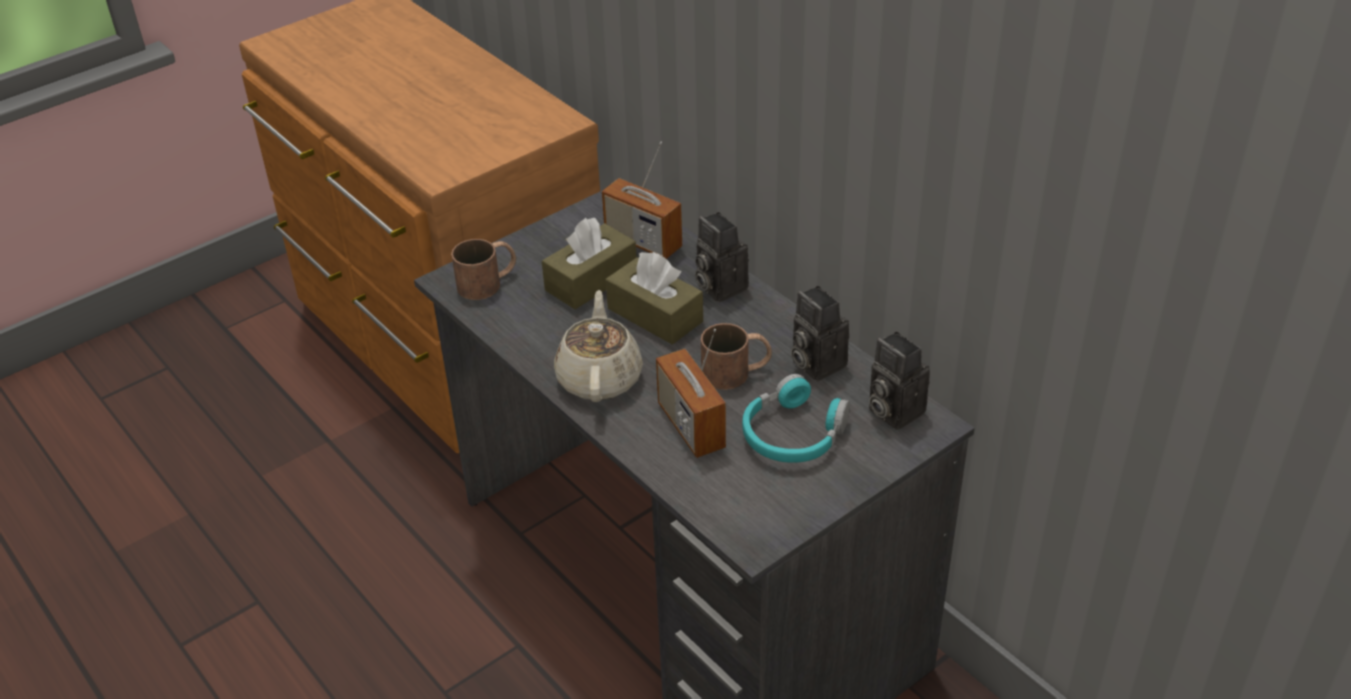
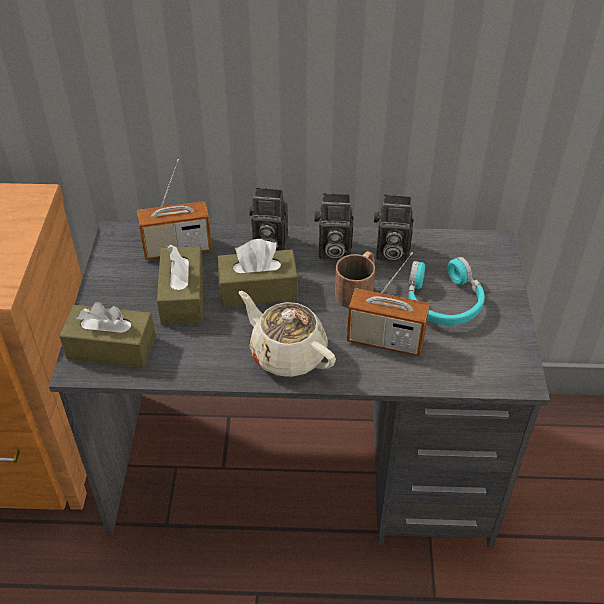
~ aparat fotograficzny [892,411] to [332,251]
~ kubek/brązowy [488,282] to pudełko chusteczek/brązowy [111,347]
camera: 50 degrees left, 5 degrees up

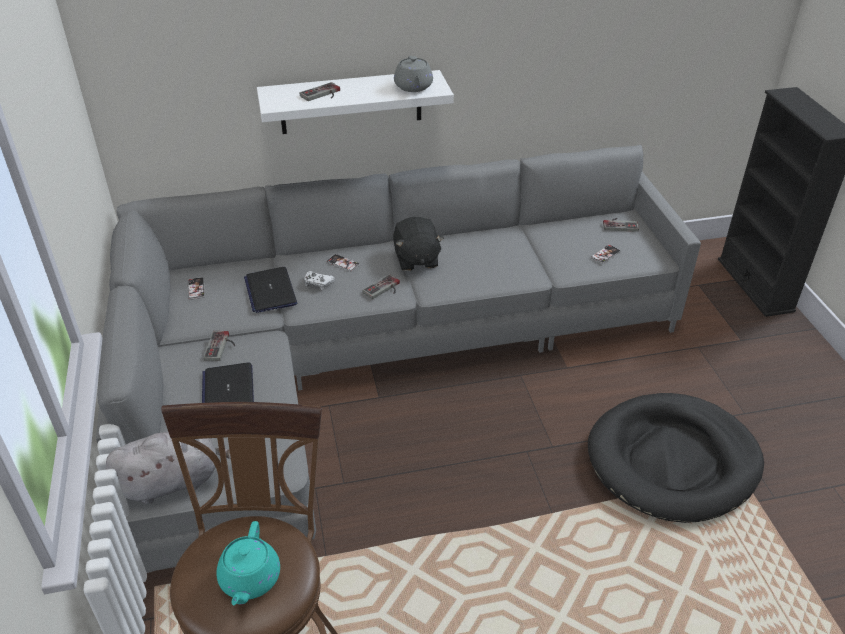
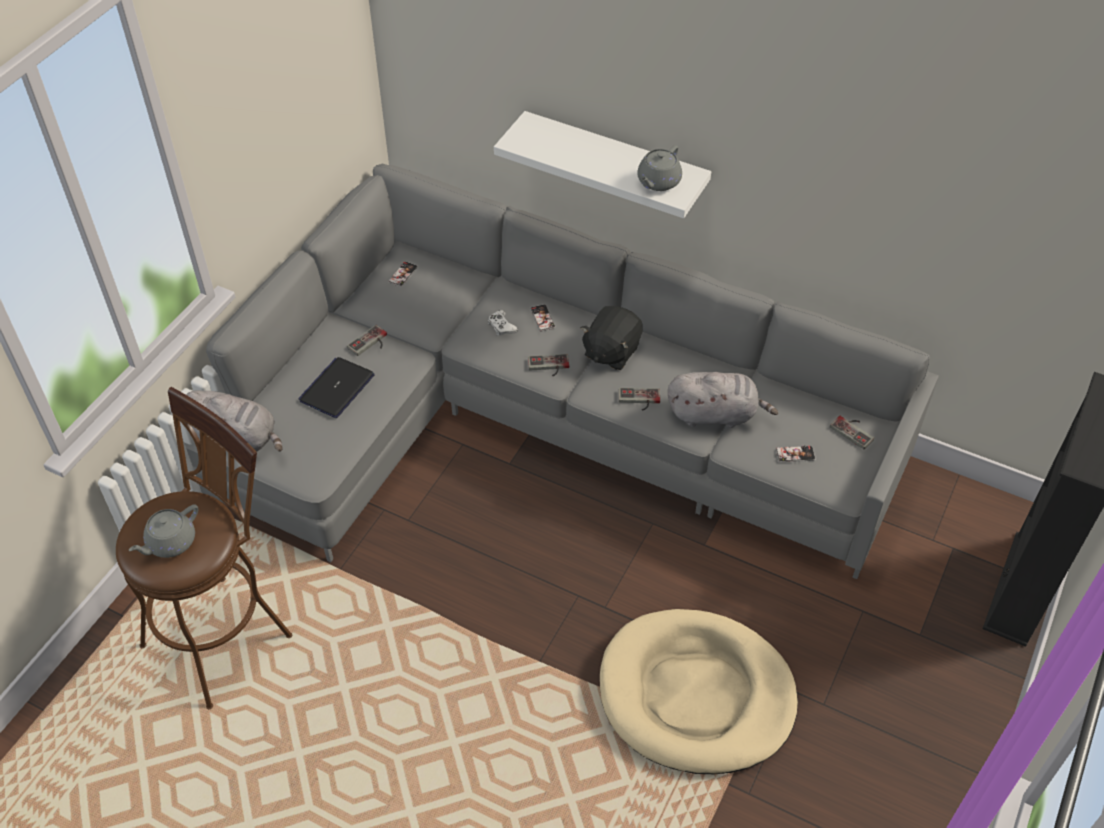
- laptop [270,291]
+ pluszak/szary [715,414]
~ pad do gier [322,95] to [639,400]
~ imbryk/turkusowy [249,580] to imbryk/szary [170,542]
~ legowisko/czarny [673,461] to legowisko/beżowy [696,695]
camera: 40 degrees right, 10 degrees up

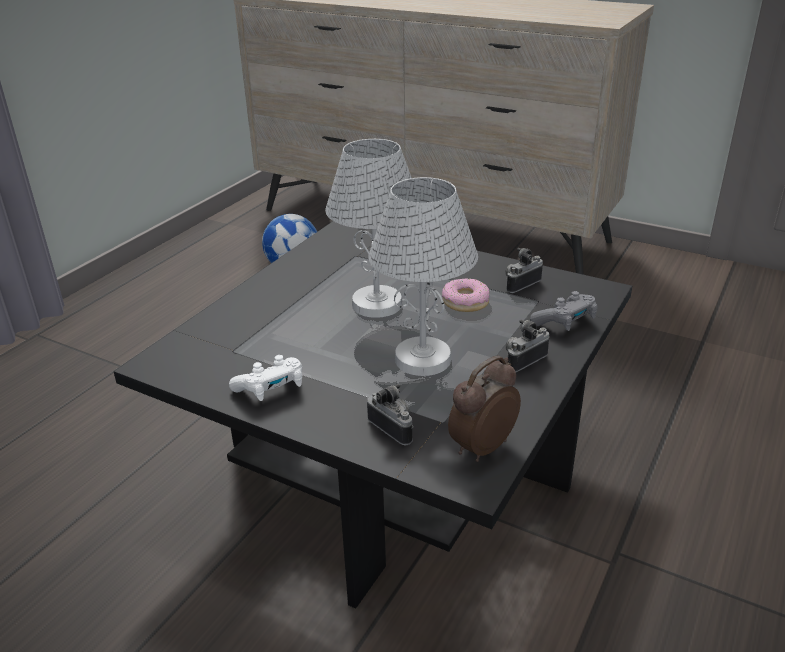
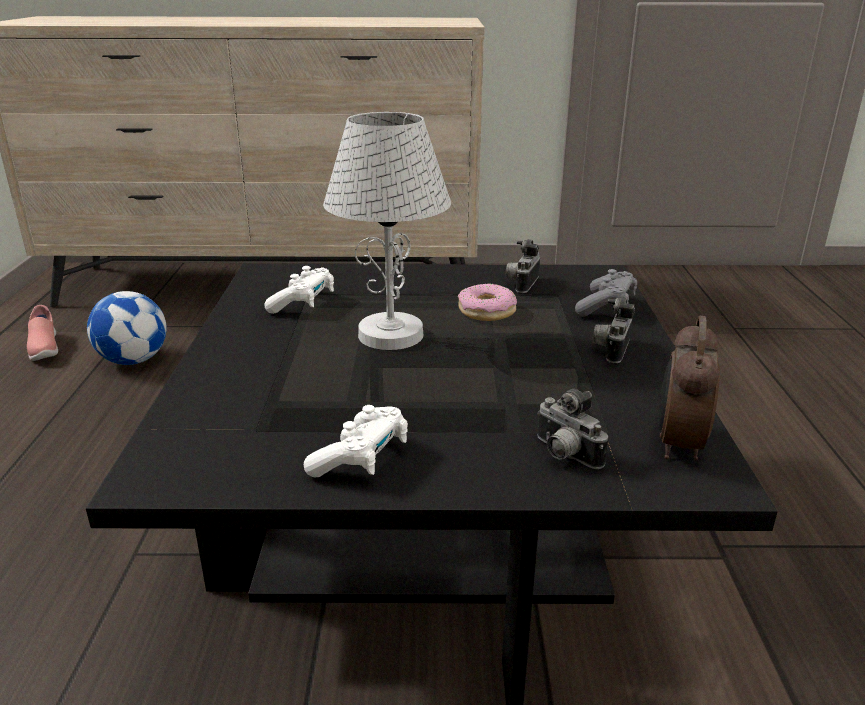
- lampa stołowa/biały [421,359]
+ but/różowy [44,349]
+ pad do gier/biały [303,303]
~ aparat fotograficzny [394,428] = [564,455] 150 degrees counterclockwise
camera: 30 degrees left, 5 degrees down

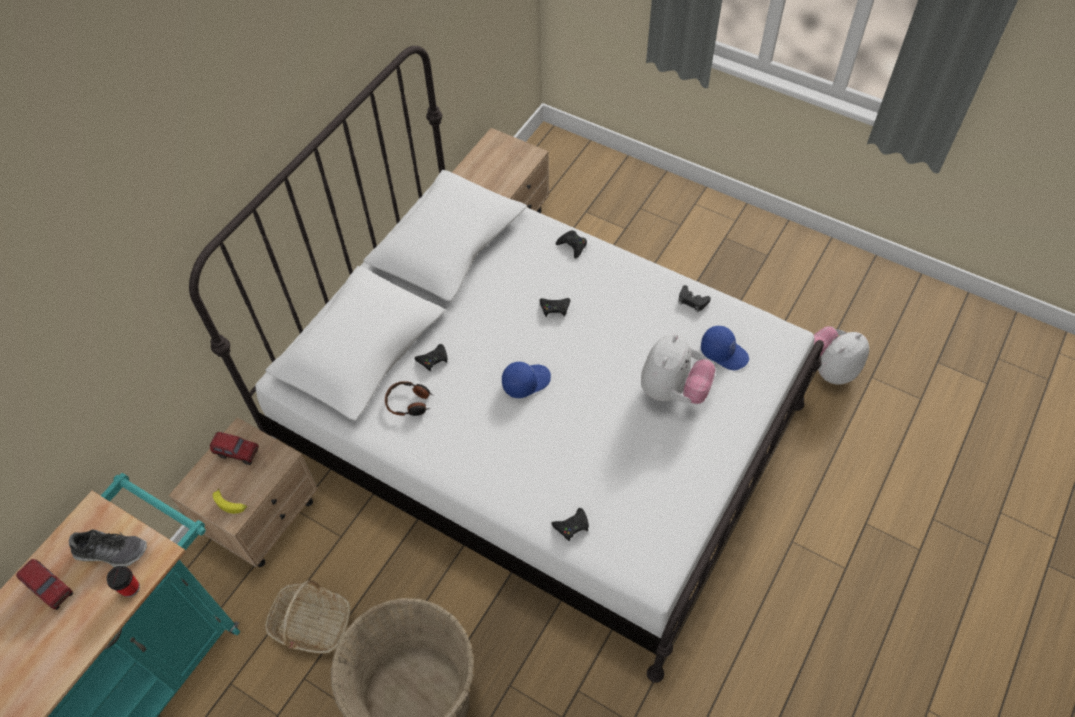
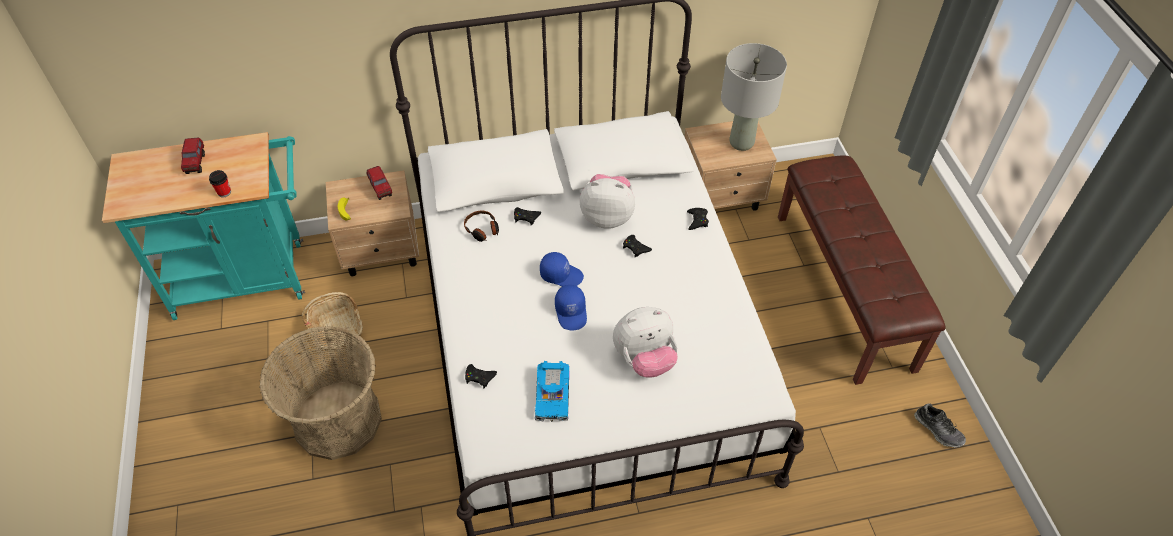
- pad do gier/czarny [692,301]
+ samochodzik [553,394]
+ lampa stołowa/szary [741,142]
+ ławka/brązowy [844,290]
~ but [112,551] to [938,430]
~ czapka z daszkiem/niebieski [724,352] to [572,312]
~ pluszak [830,368] to [607,216]
camera: 45 degrees right, 5 degrees down

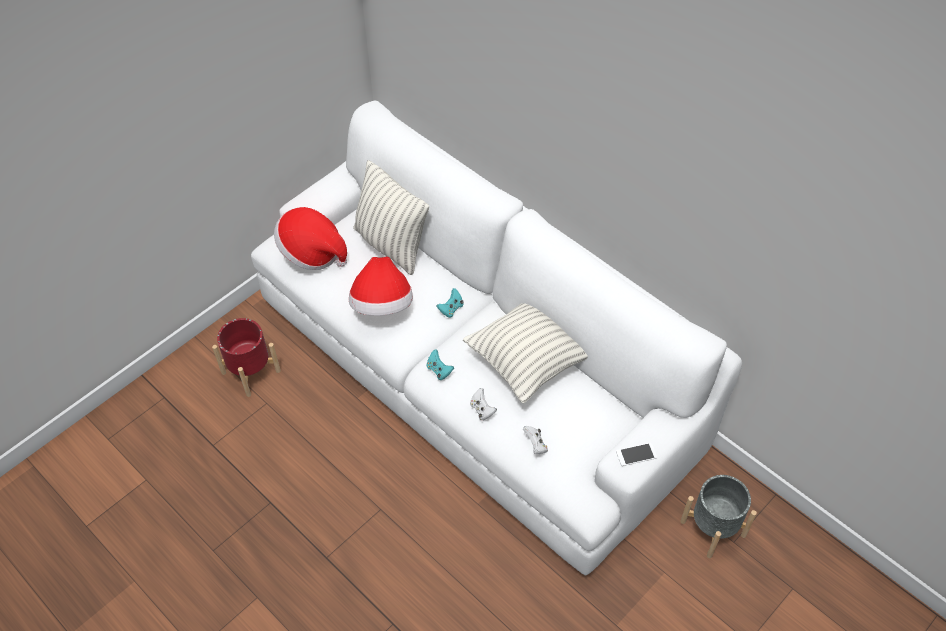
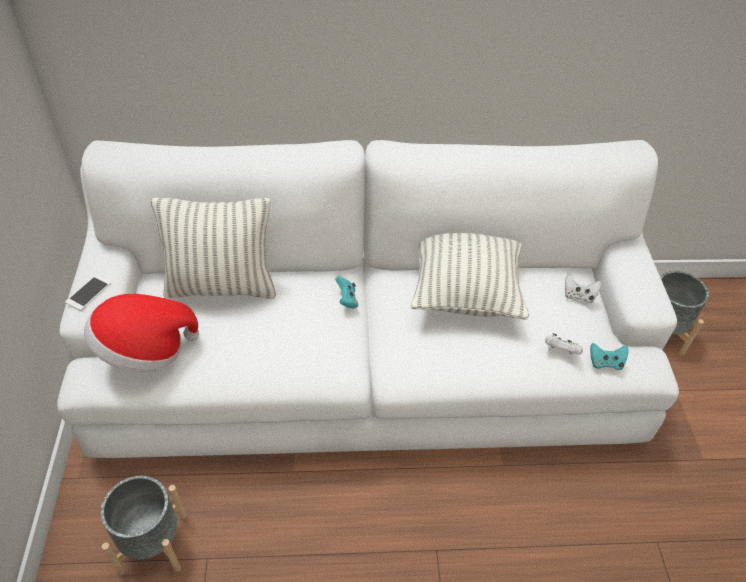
- kapelusz [382,305]
~ pad do gier/turkusowy [439,370] to [605,363]
~ pad do gier/biały [482,410] to [579,296]
~ telefon [636,454] to [88,292]
~ donica/czerwony [251,372] to donica/szary [153,543]
camera: 50 degrees left, 5 degrees down

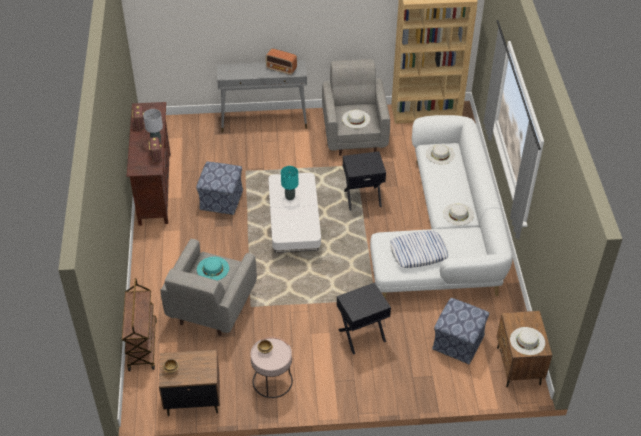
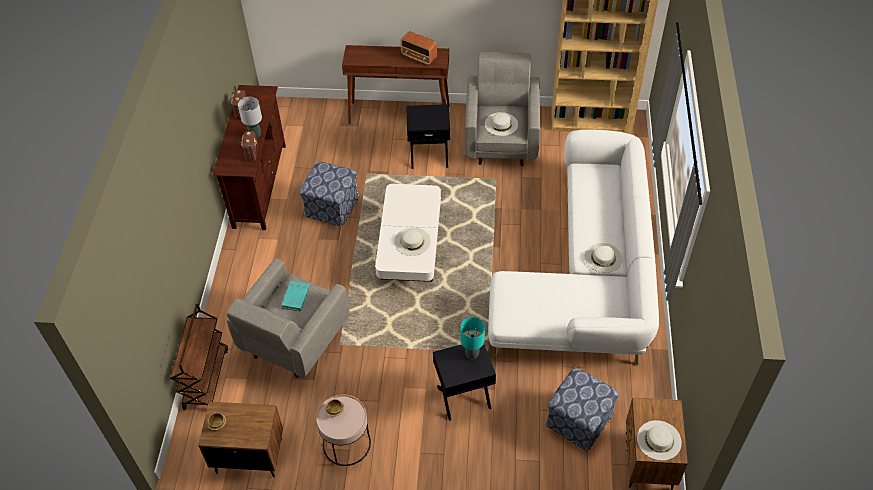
- poduszka [418,252]
~ lampa stołowa/turkusowy [290,197] to [472,354]
~ stolik/czarny [362,198] to [429,155]
~ kapelusz/biały [440,154] to [412,241]
~ kapelusz/turkusowy [213,269] to książka/turkusowy [296,297]
~ stolik konsolowy/szary [264,121] to stolik konsolowy/brązowy [400,115]
camera: 10 degrees right, 5 degrees up

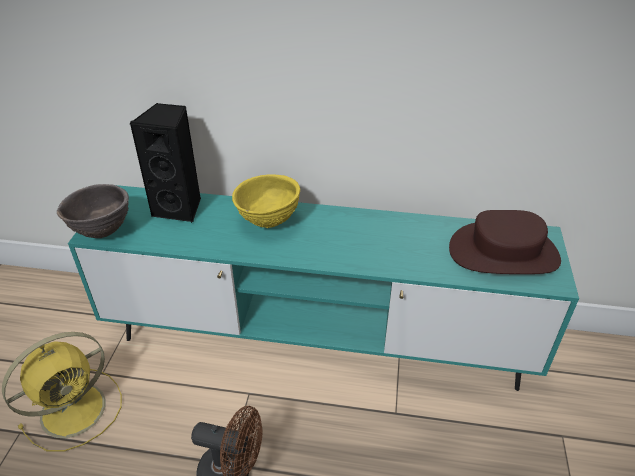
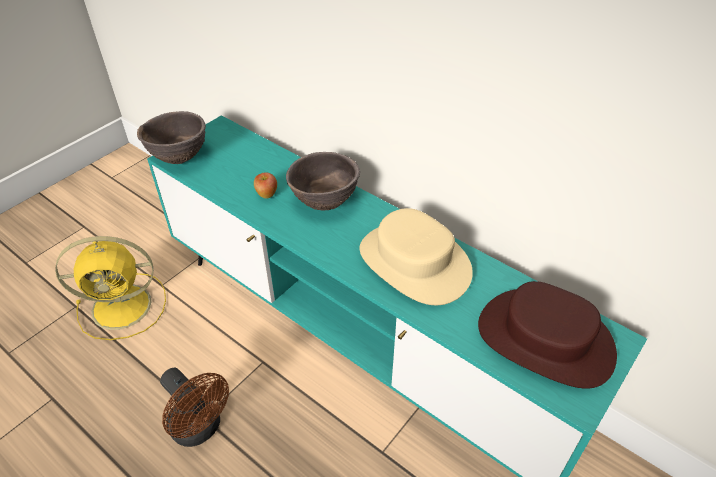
- głośnik/czarny [180,208]
+ jabłko [266,194]
+ kapelusz/beżowy [413,263]
~ miska/żółty [268,222] to miska/brązowy [324,203]
camera: 30 degrees right, 5 degrees up

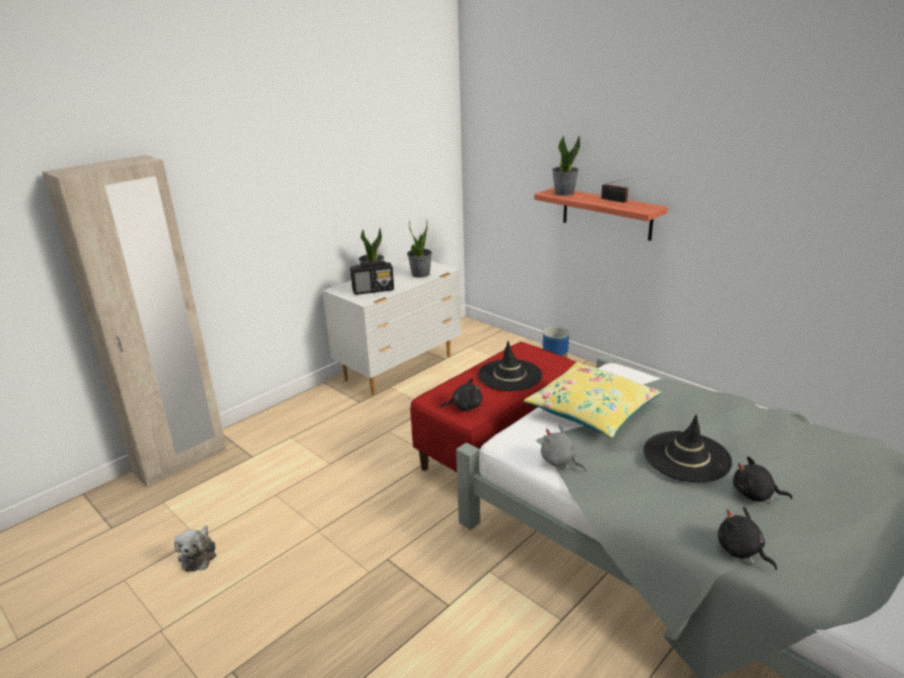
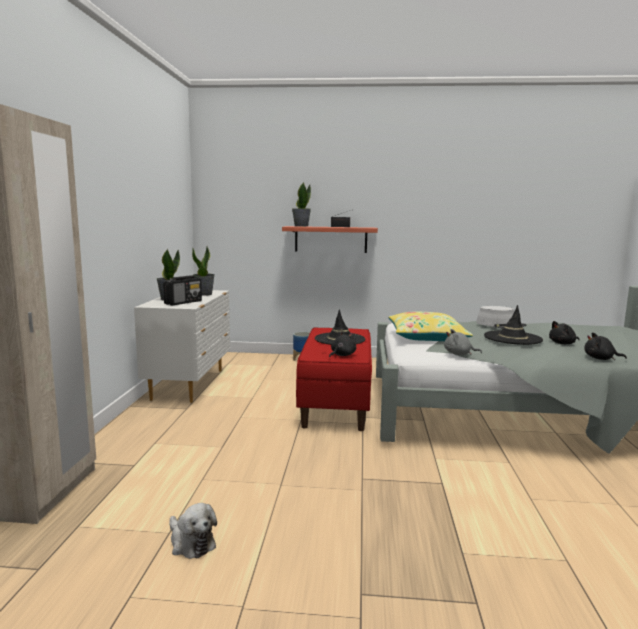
+ kapelusz/szary [500,324]
camera: 40 degrees left, 15 degrees down

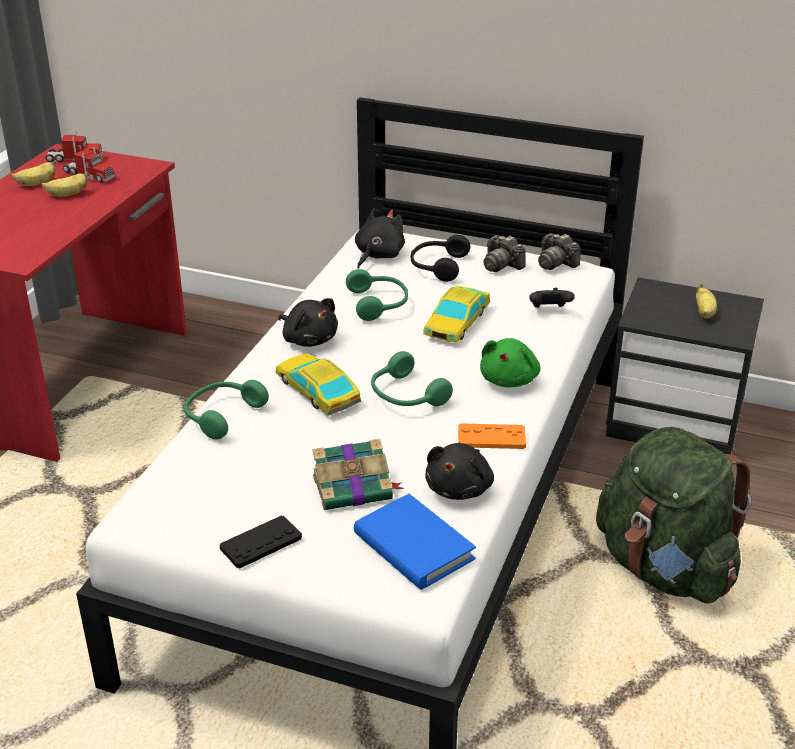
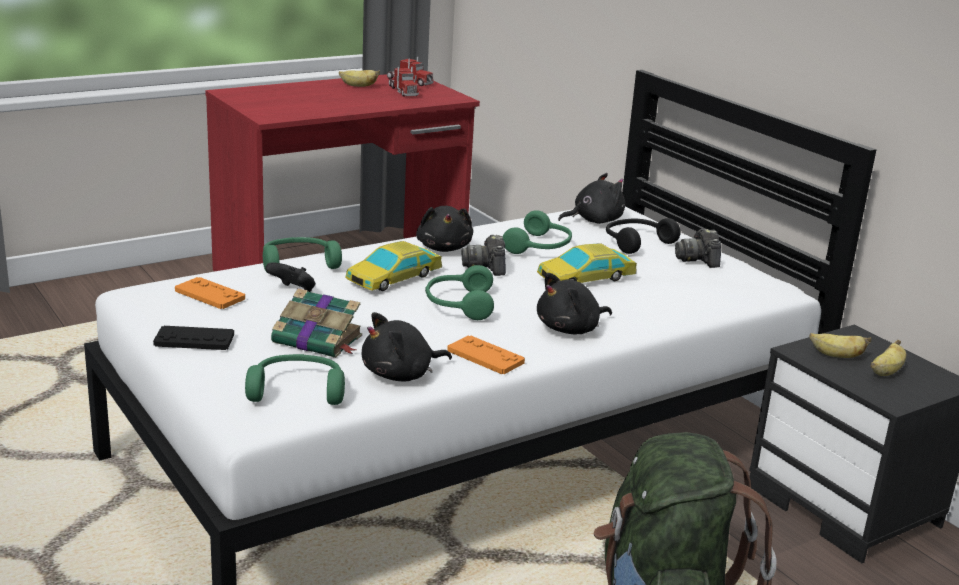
+ pad do gier/pomarańczowy [210,295]
~ banan [68,195] to [836,356]
~ pad do gier/czarny [549,310] to [293,291]
~ aparat fotograficzny [555,263] to [486,267]
~ książka/niebieski [413,546] to słuchawki/zielony [297,390]
~ pluszak/zielony [510,379] to pluszak/czarny [570,329]
~ samochodzik [317,391] = [394,277] 135 degrees counterclockwise
camera: 35 degrees right, 10 degrees down

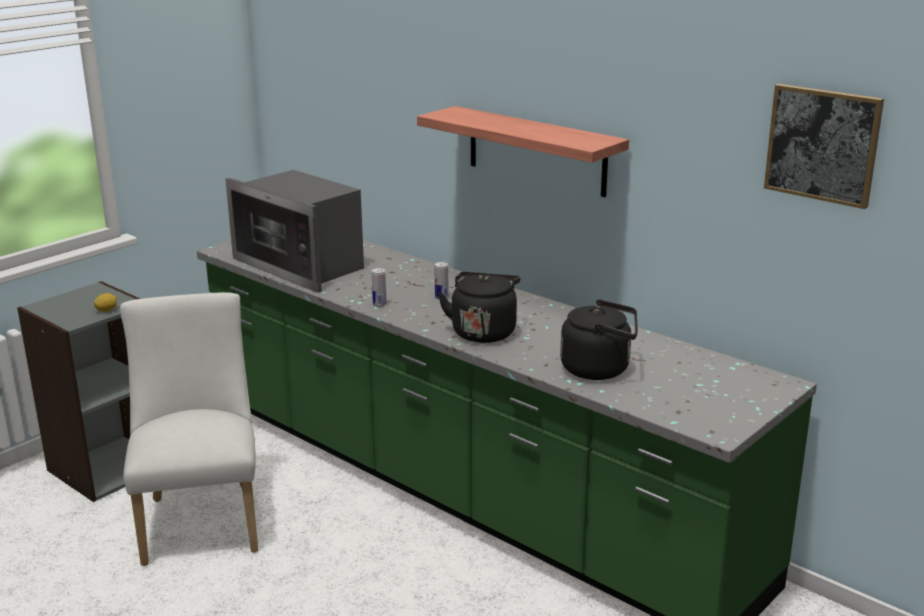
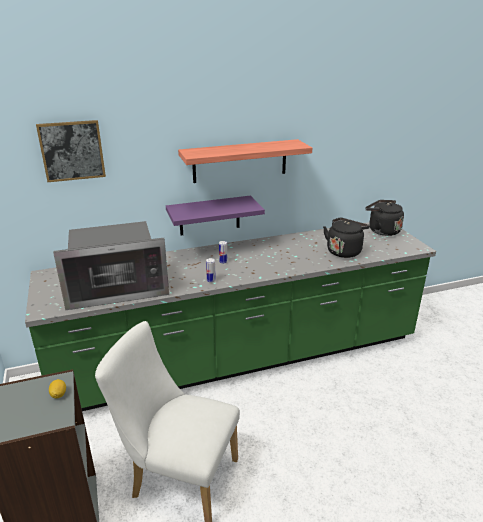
+ półka/fioletowy [209,215]
~ czajnik/czarny [483,331] to [382,230]
~ obraz [822,144] to [72,150]
camera: 60 degrees left, 5 degrees up

